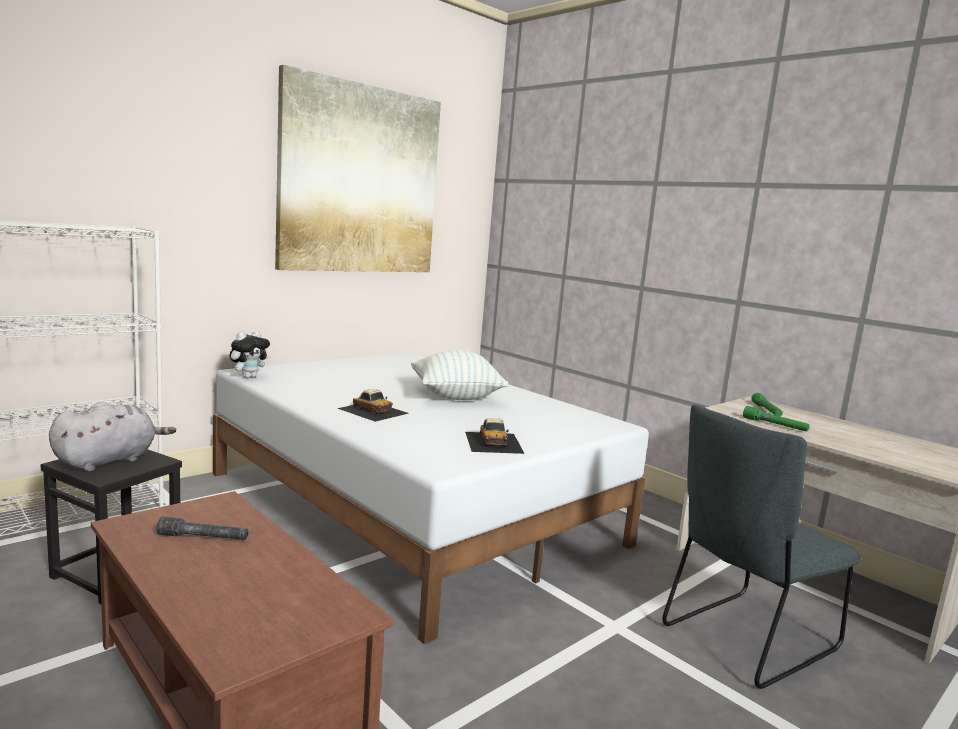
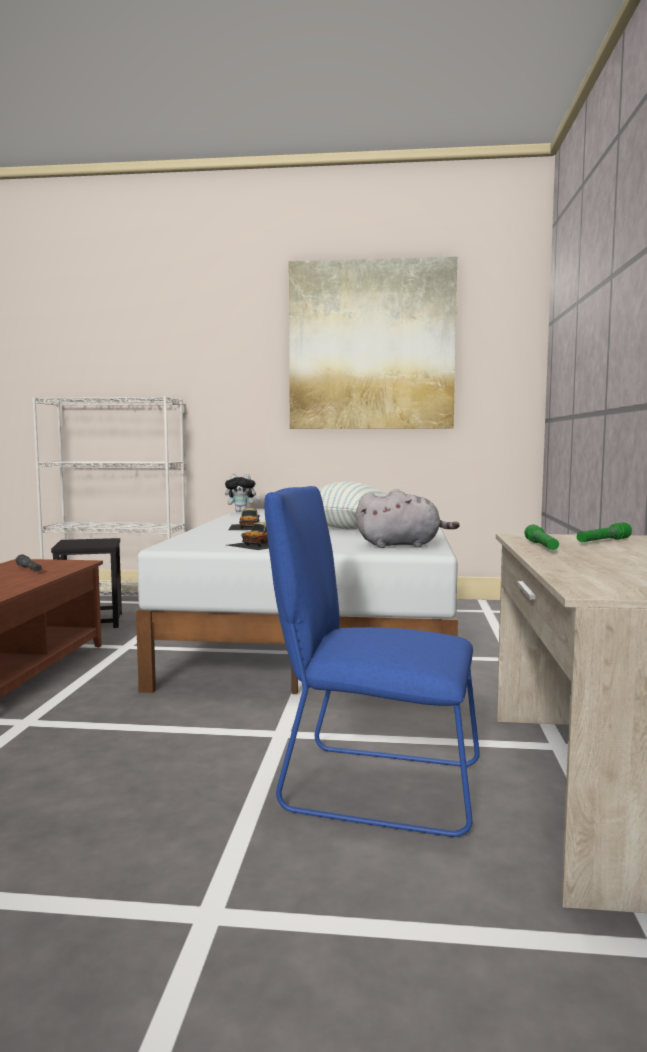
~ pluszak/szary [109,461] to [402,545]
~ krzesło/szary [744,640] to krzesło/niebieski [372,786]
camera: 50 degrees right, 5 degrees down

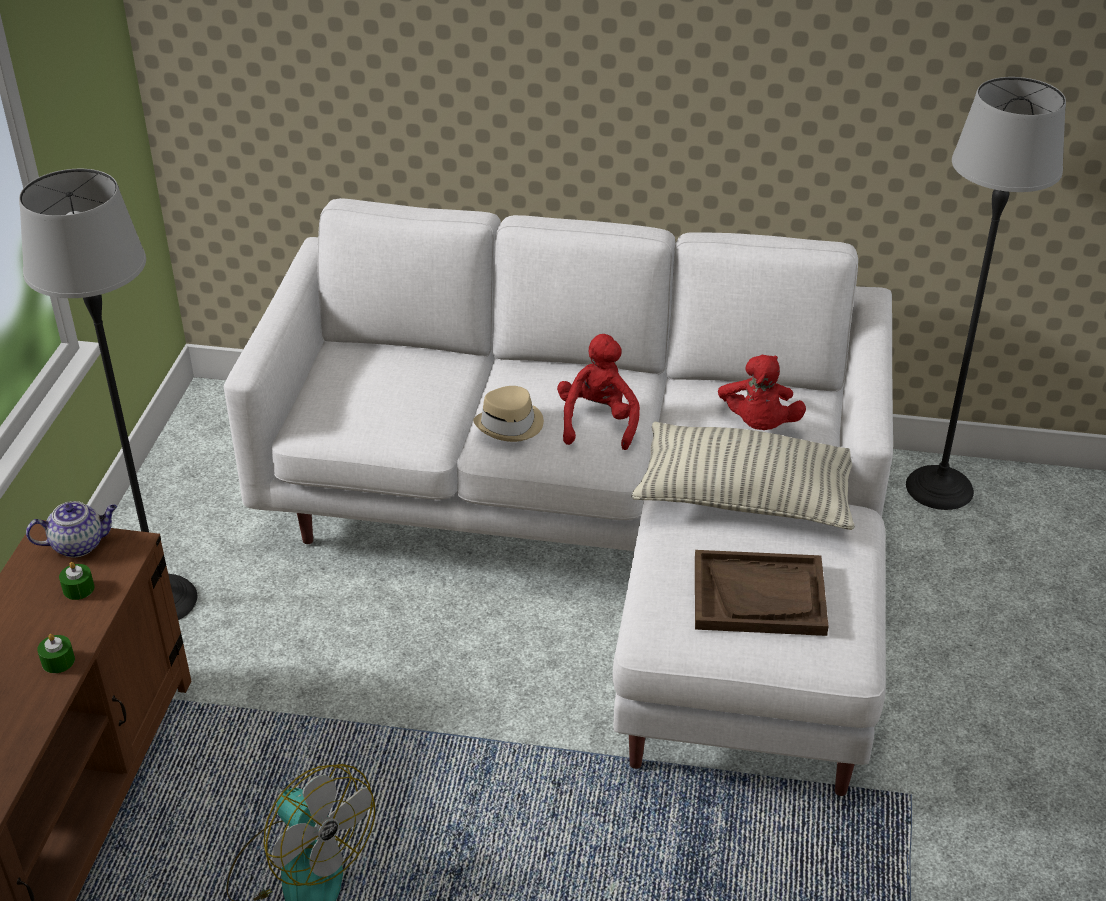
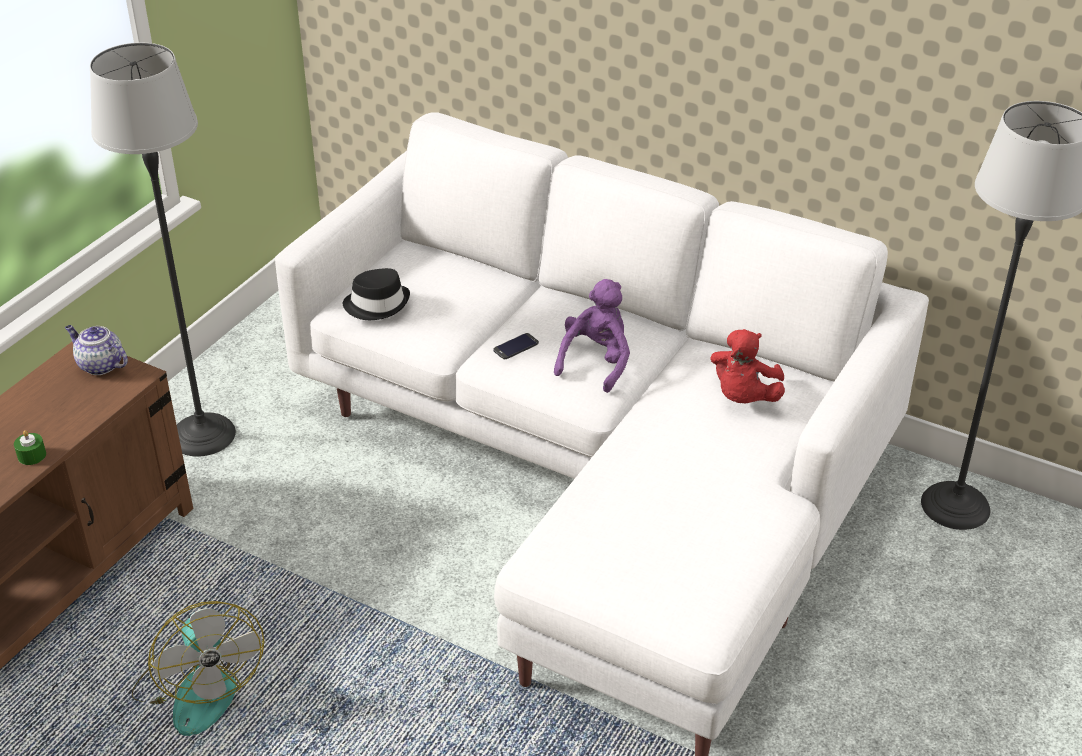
- świeca/zielony [78,589]
- poduszka [746,498]
- taca/brązowy [759,596]
+ kapelusz/czarny [377,304]
~ kapelusz/beżowy [510,425] to telefon [516,346]
~ pluszak/czerwony [598,422] to pluszak/fioletowy [596,362]
~ imbryk [79,544] = [99,365] 150 degrees counterclockwise
camera: 20 degrees right, 0 degrees up

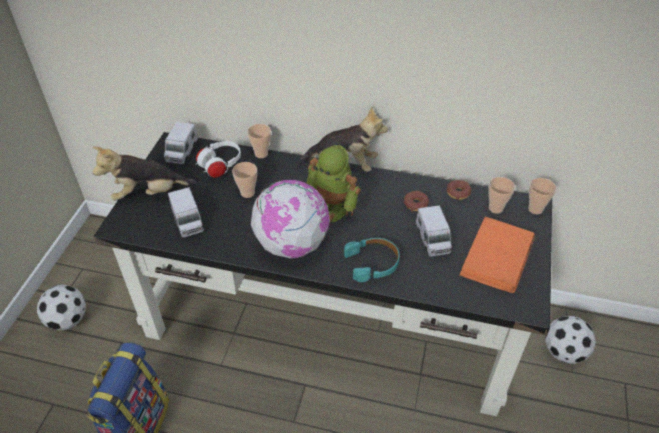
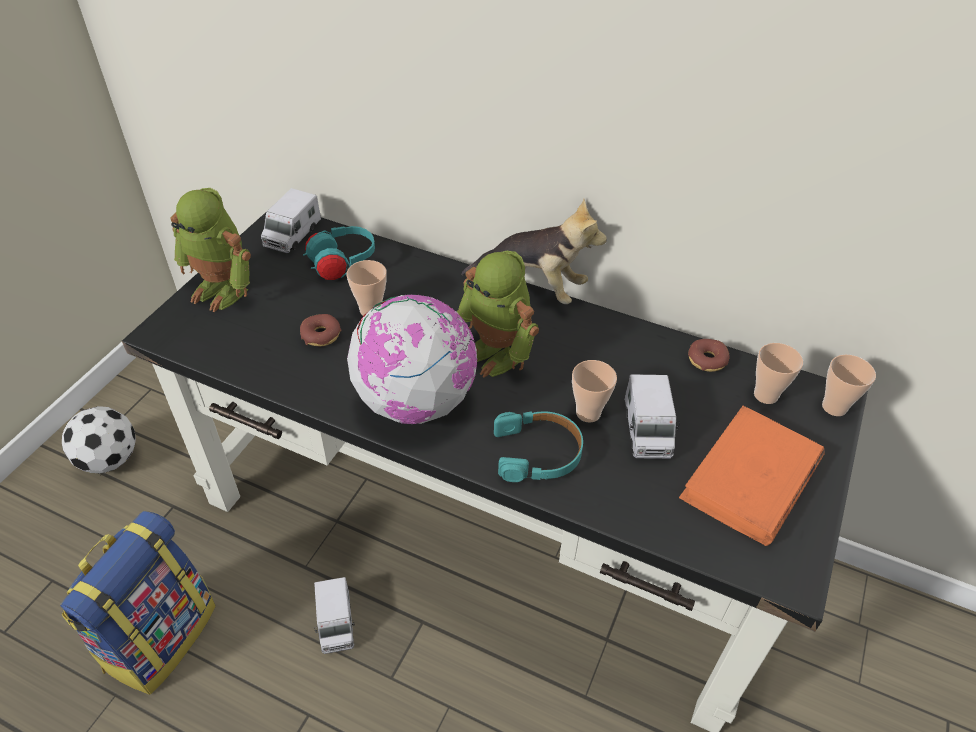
- piłka futbolowa [563,351]
~ ciężarówka zabawkowa [187,221] to [336,623]
~ filiżanka [261,154] to [588,413]
~ donut [416,204] to [321,335]
~ pluszak [148,193] to robot zabawkowy [223,289]
~ słuchawki/biały [220,167] to słuchawki/turkusowy [342,265]
camera: 10 degrees right, 0 degrees up

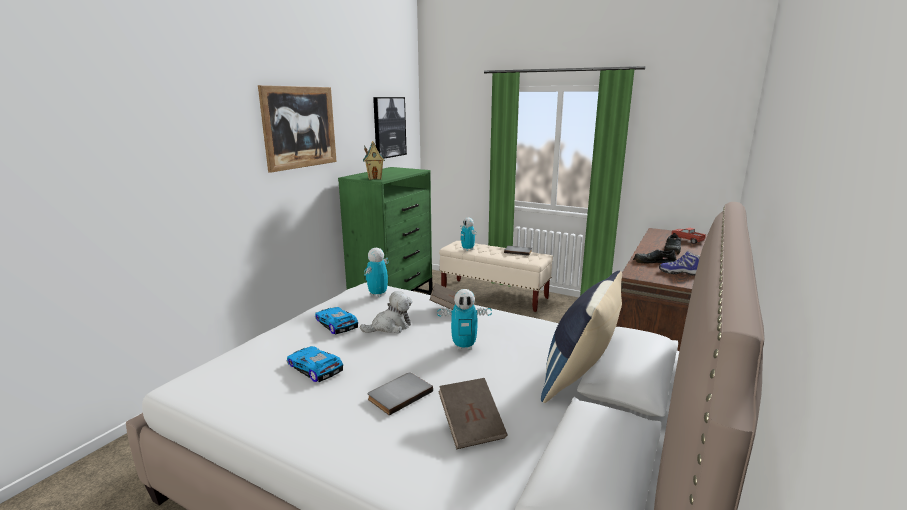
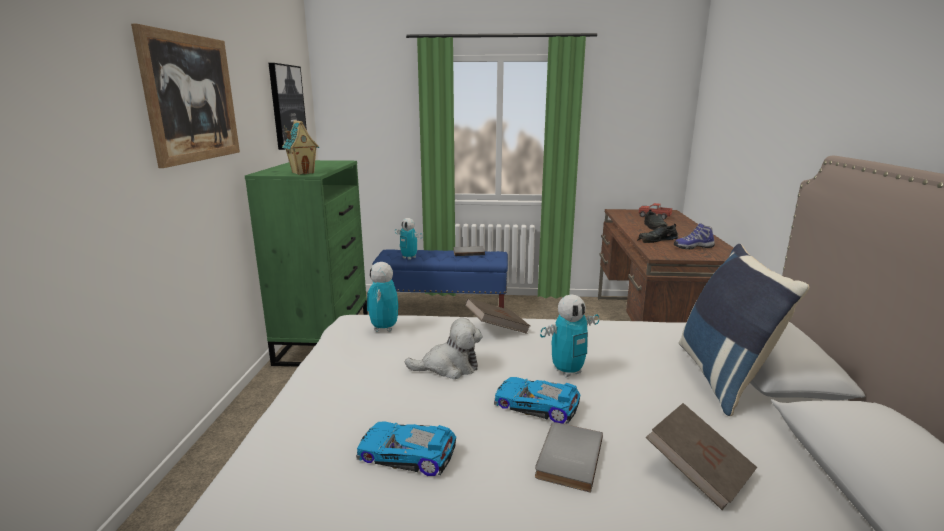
~ samochodzik [335,324] to [536,406]
~ ławka/beżowy [494,295] to ławka/niebieski [443,309]
~ pluszak [390,326] = [449,367] 45 degrees clockwise
camera: 25 degrees left, 0 degrees up

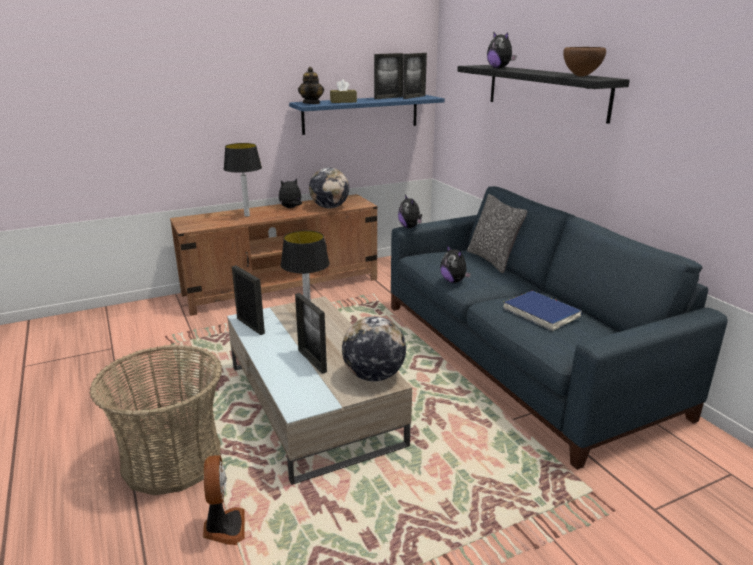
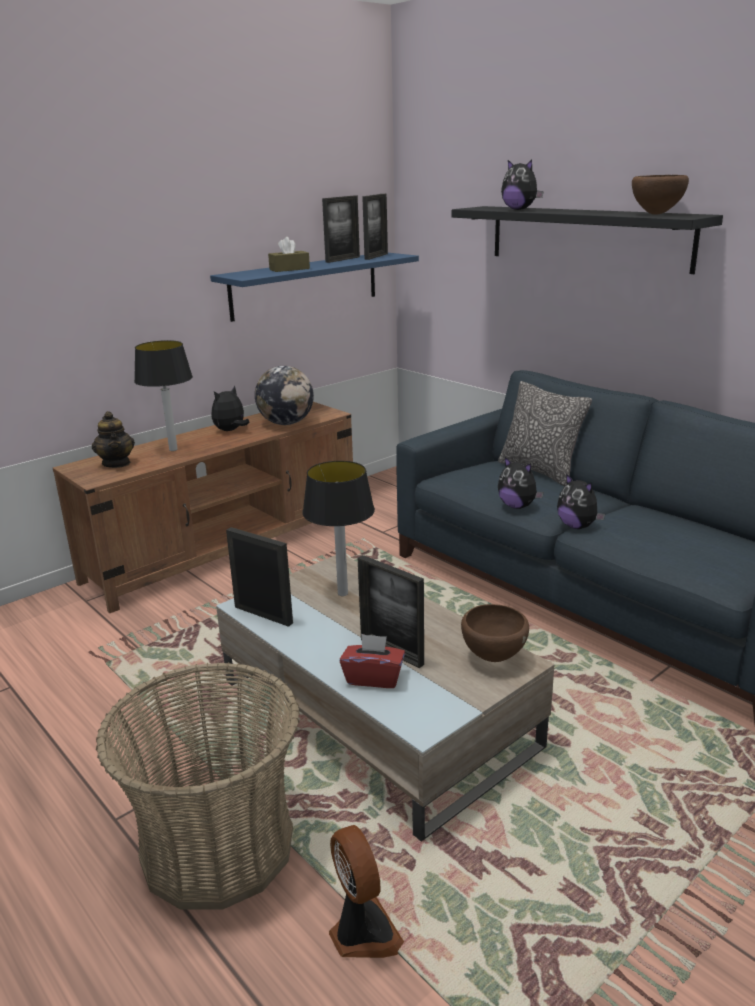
- książka/niebieski [541,313]
+ pudełko chusteczek/czerwony [373,678]
~ imbryk [311,103] to [117,463]
~ pluszak [410,227] to [577,526]
~ globus [374,376] to miska/brązowy [492,658]
camera: 15 degrees left, 0 degrees up

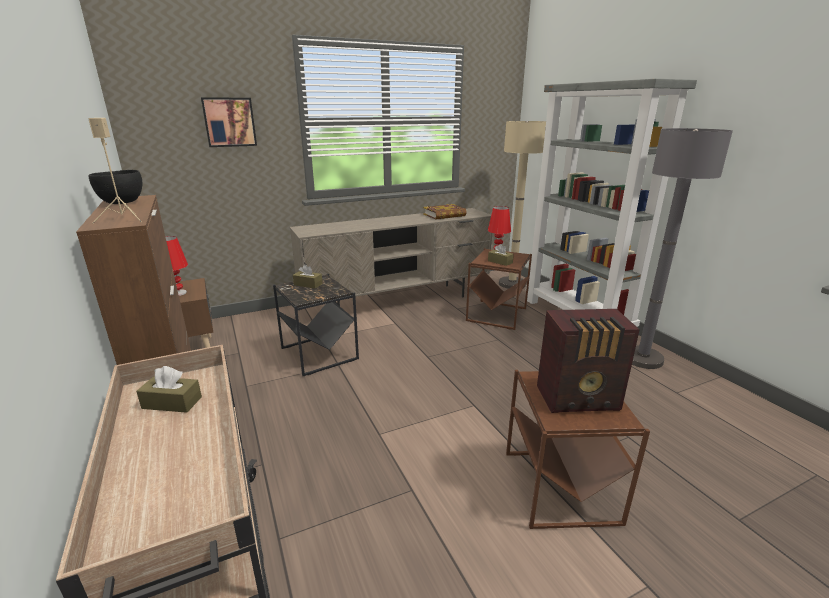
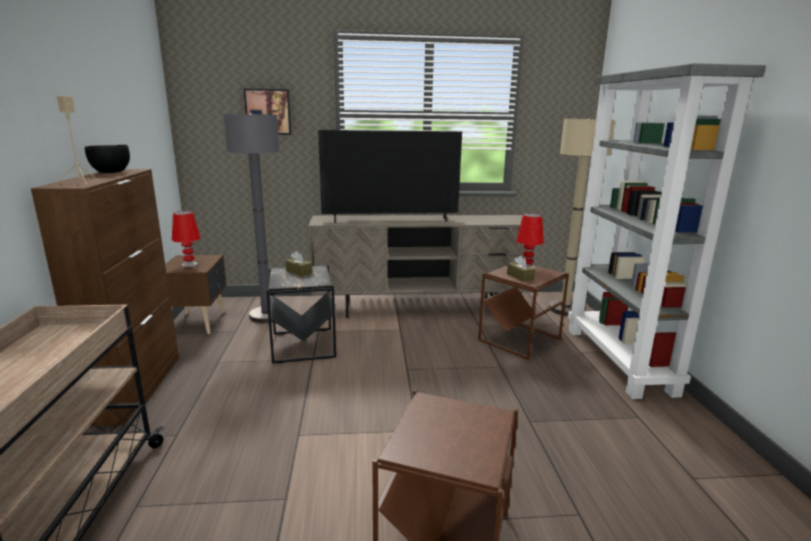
- pudełko chusteczek/brązowy [172,403]
- książka [444,215]
- radio [579,399]
+ telewizor [390,220]
~ lampa stojąca/szary [642,358] to [266,316]
camera: 20 degrees right, 5 degrees down

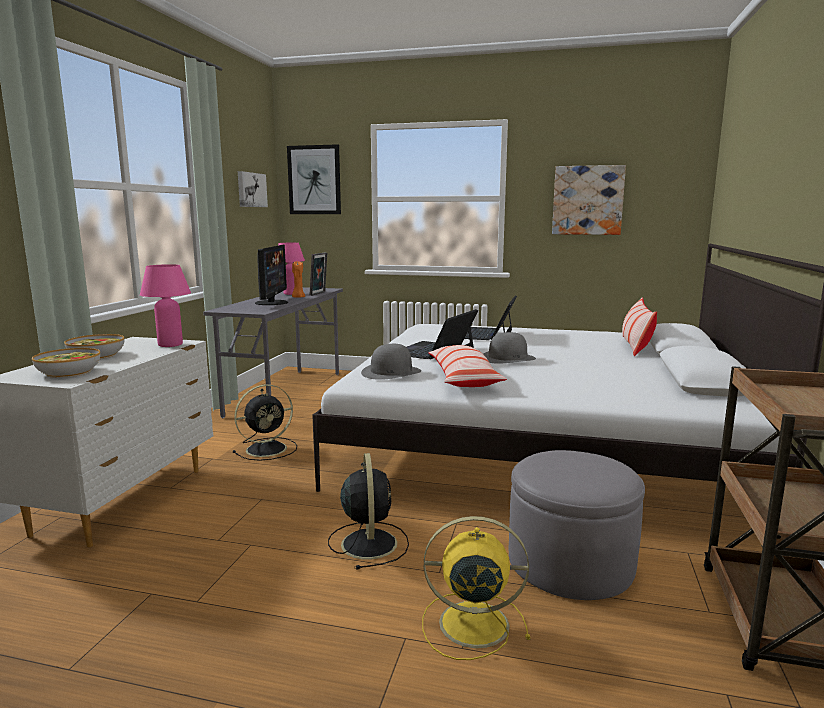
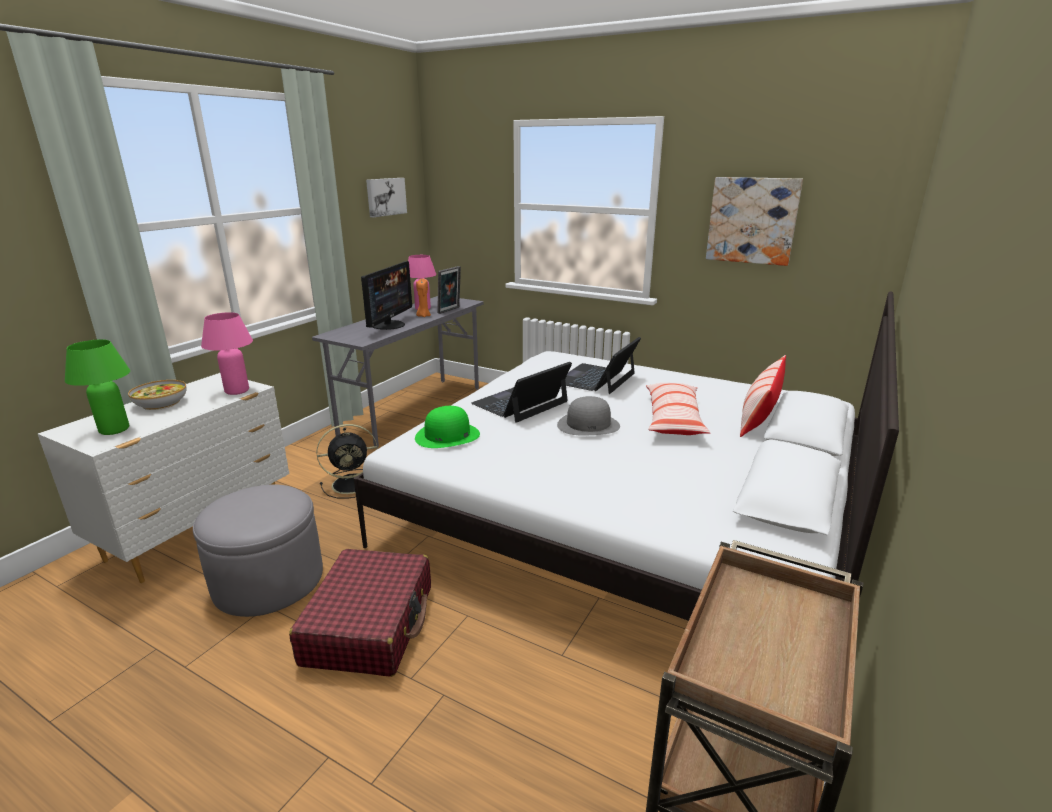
- obraz [314,180]
- wentylator/żółty [470,623]
~ poduszka [463,378] to [673,419]
~ pufa/szary [570,562] to [268,580]
~ miska [69,372] to lampa stołowa/zielony [114,430]
~ wentylator/czarny [369,542] to walizka/czerwony [370,624]
~ kapelusz/szary [391,372] to kapelusz/zielony [447,436]
camera: 15 degrees right, 10 degrees up

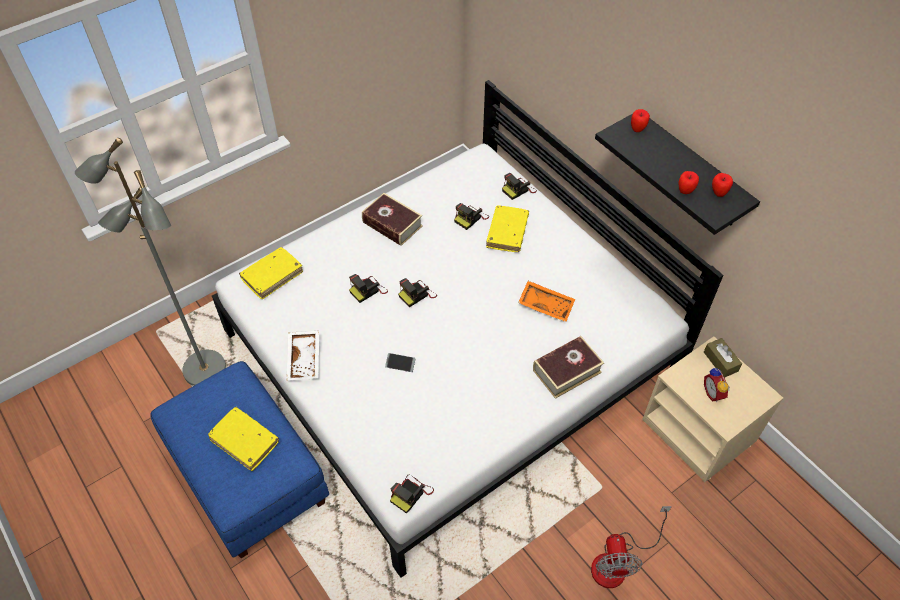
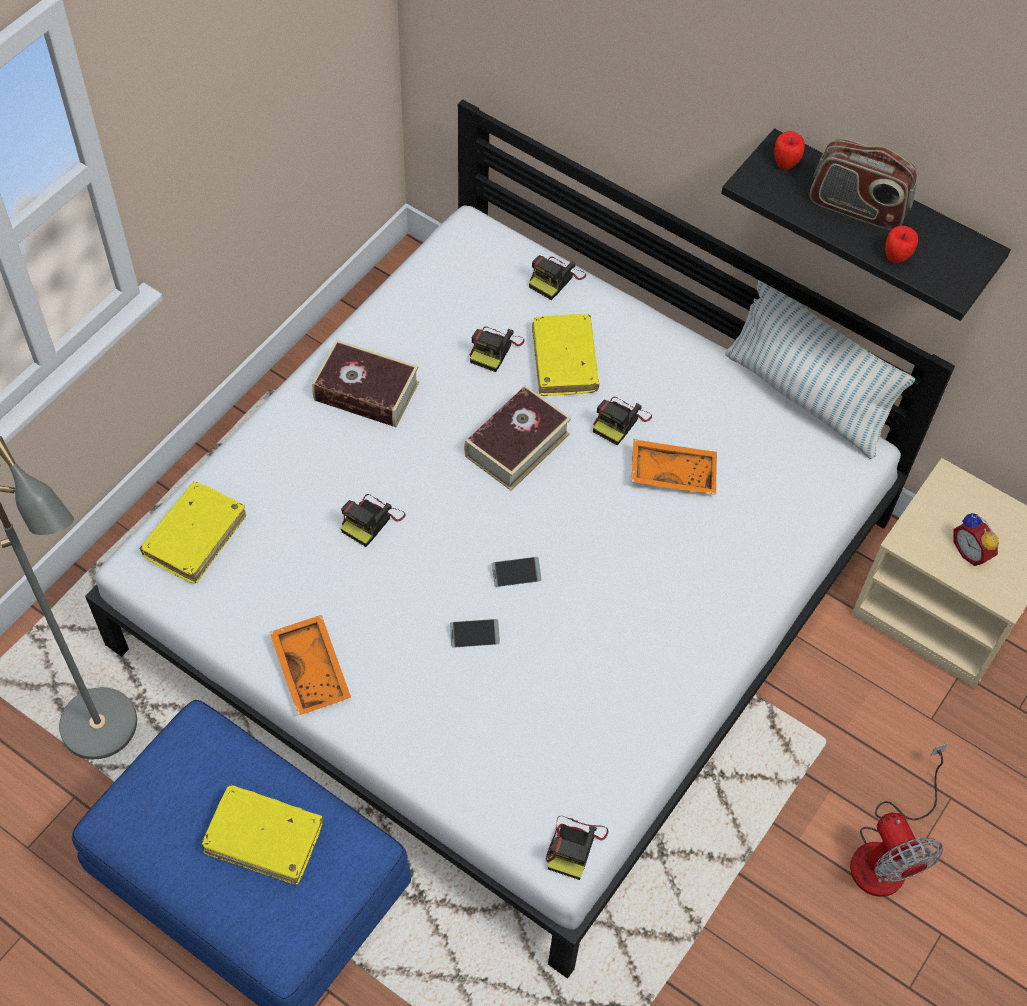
- pudełko chusteczek/brązowy [720,361]
- jabłko [718,193]
+ telefon [516,574]
+ poduszka [806,397]
+ radio [856,208]
~ aparat fotograficzny [417,294] to [620,421]
~ książka [566,371] to [517,445]
~ taca/biały [305,359] to taca/pomarańczowy [313,670]
camera: 20 degrees left, 5 degrees up

